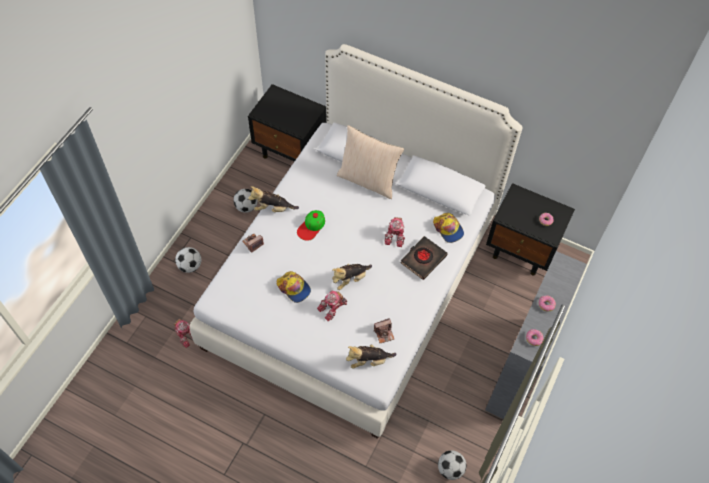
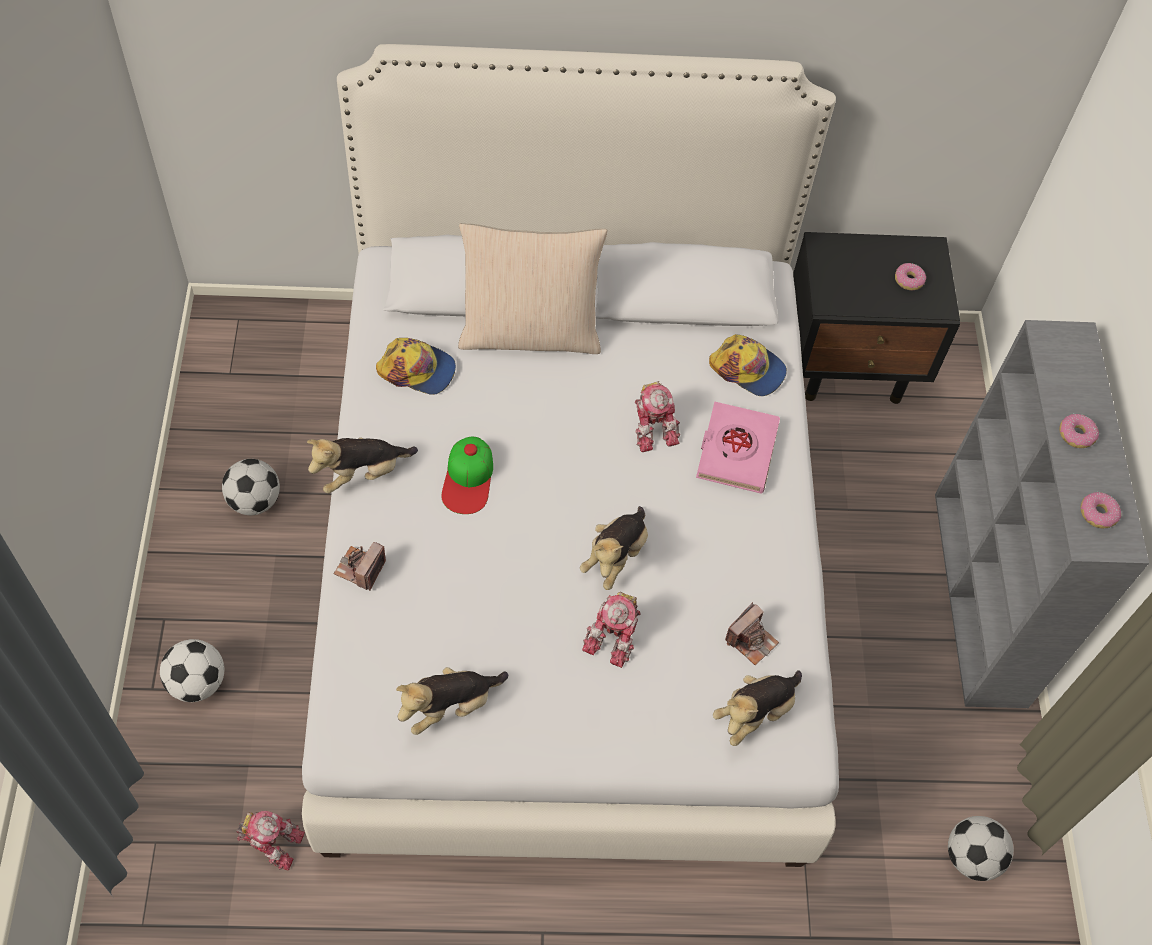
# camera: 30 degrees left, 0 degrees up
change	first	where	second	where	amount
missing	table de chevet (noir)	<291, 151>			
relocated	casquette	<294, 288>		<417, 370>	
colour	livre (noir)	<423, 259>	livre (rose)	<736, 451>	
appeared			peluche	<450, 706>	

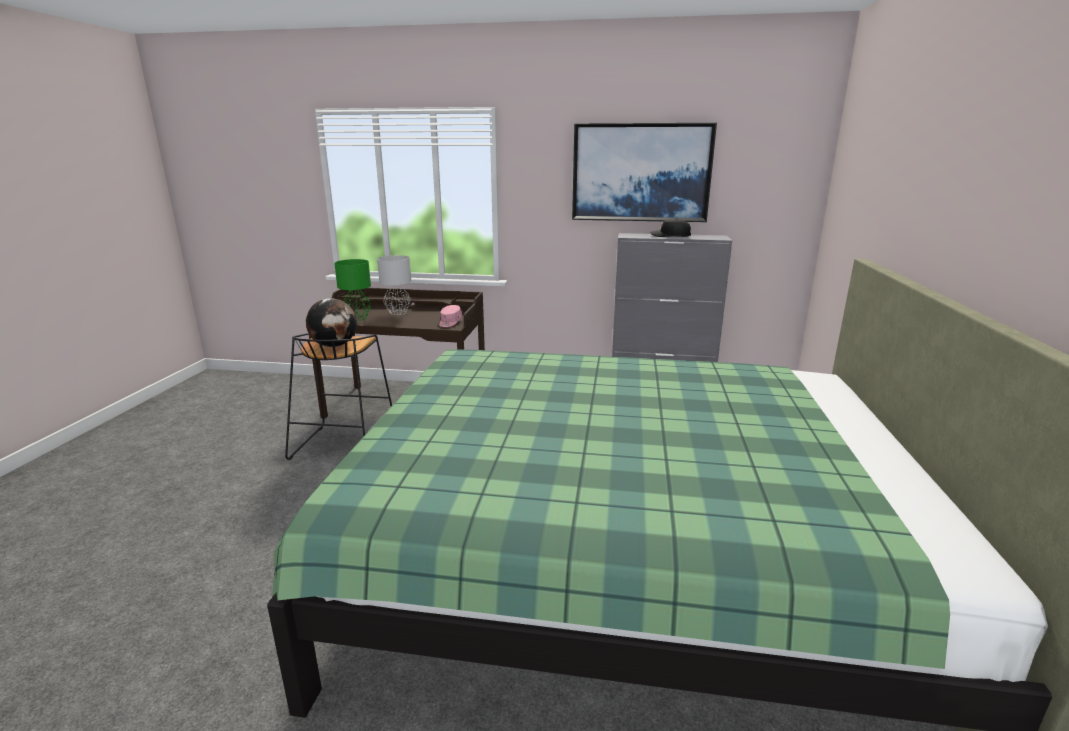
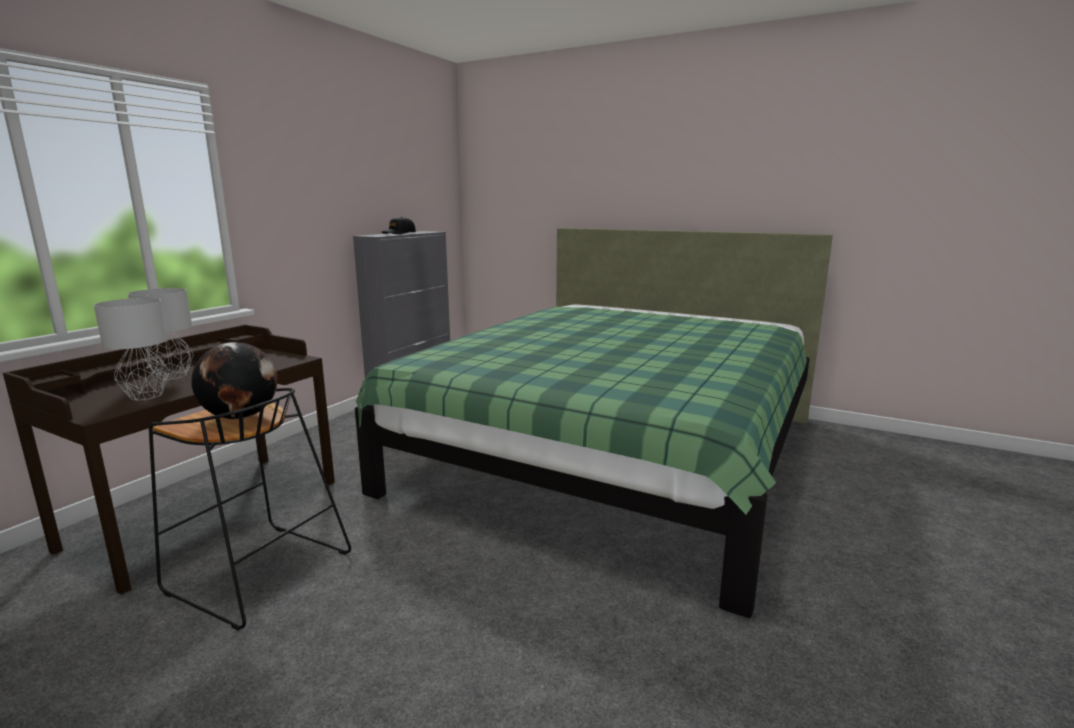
# camera: 70 degrees left, 5 degrees down
change	first	where	second	where	amount
colour	lampe de table (vert)	<358, 318>	lampe de table (gris)	<146, 395>	
missing	casquette (rose)	<450, 322>			
missing	tableau	<641, 173>			

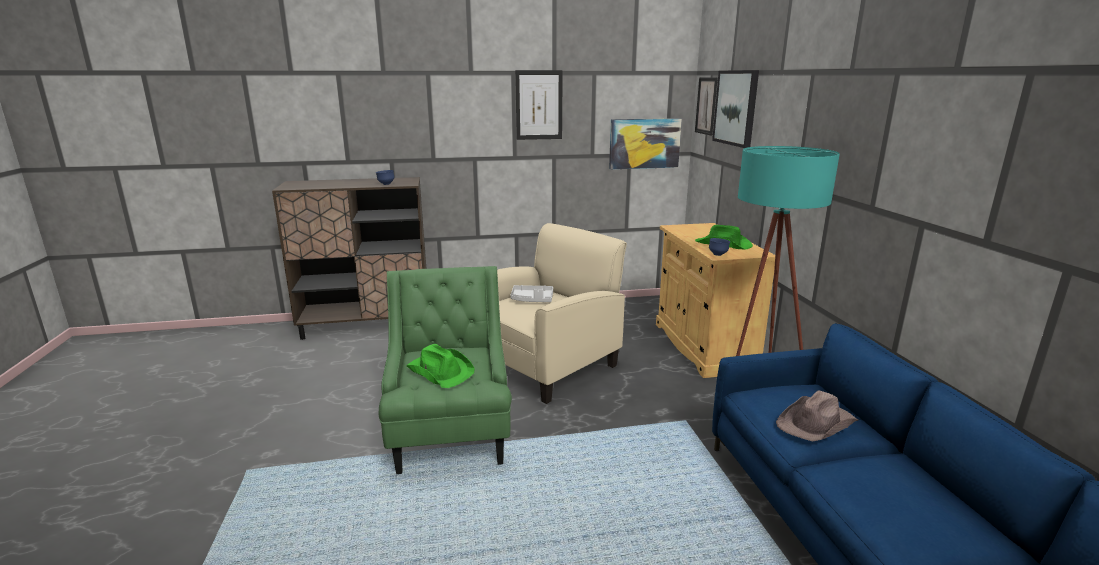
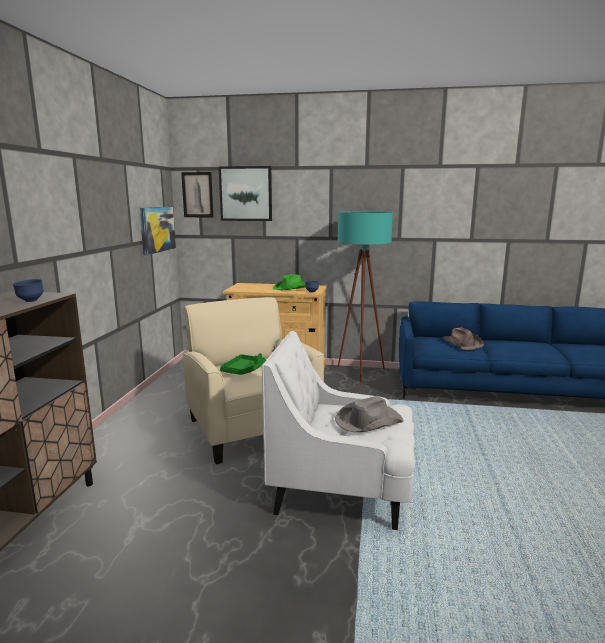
# camera: 70 degrees left, 5 degrees down
change	first	where	second	where	amount
colour	fauteuil (vert)	<451, 434>	fauteuil (blanc)	<342, 492>	
colour	chapeau (vert)	<440, 371>	chapeau (gris)	<368, 421>	
colour	plateau (gris)	<532, 300>	plateau (vert)	<244, 370>	
missing	tableau	<539, 105>			

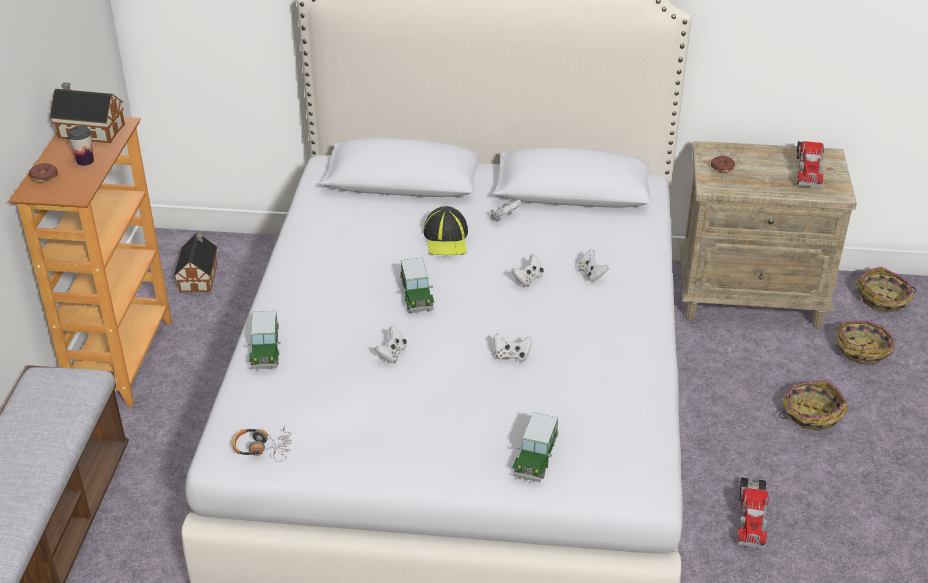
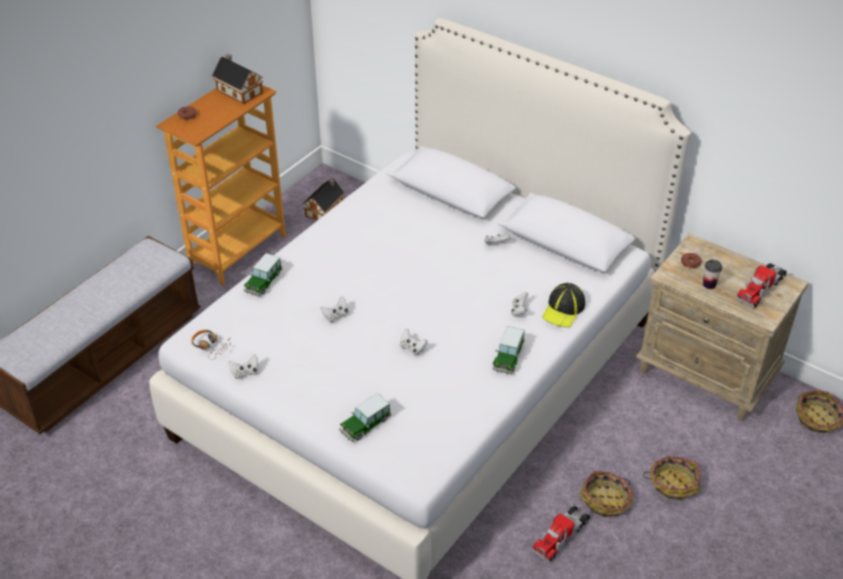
# camera: 30 degrees right, 5 degrees up
change	first	where	second	where	amount
relocated	tasse	<85, 161>		<709, 284>	
relocated	petite voiture	<416, 296>		<508, 357>	
relocated	casquette	<446, 239>		<563, 309>	
relocated	manette (blanc)	<528, 279>		<245, 372>	
relocated	panier	<863, 349>		<606, 500>	

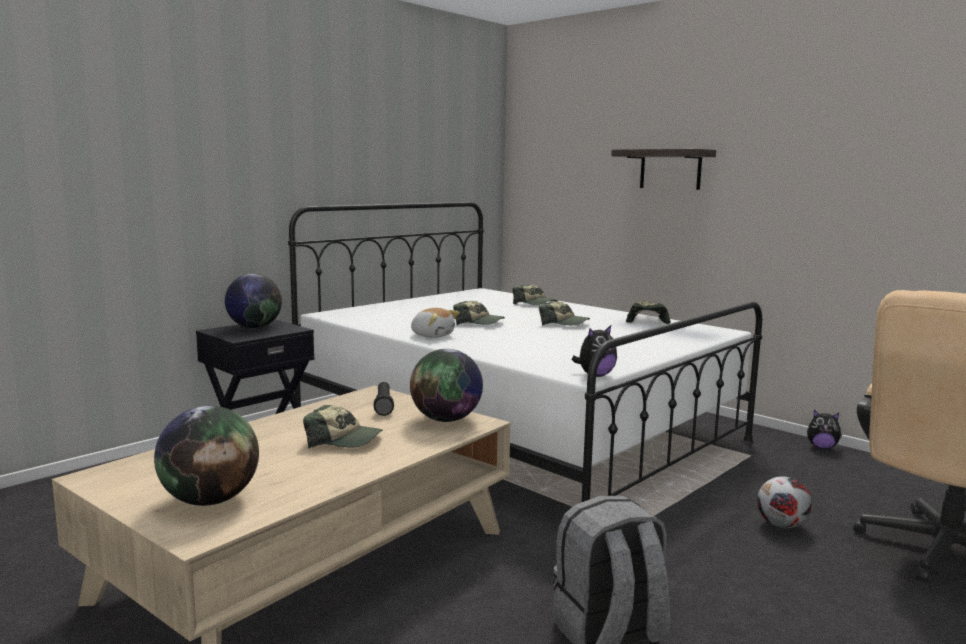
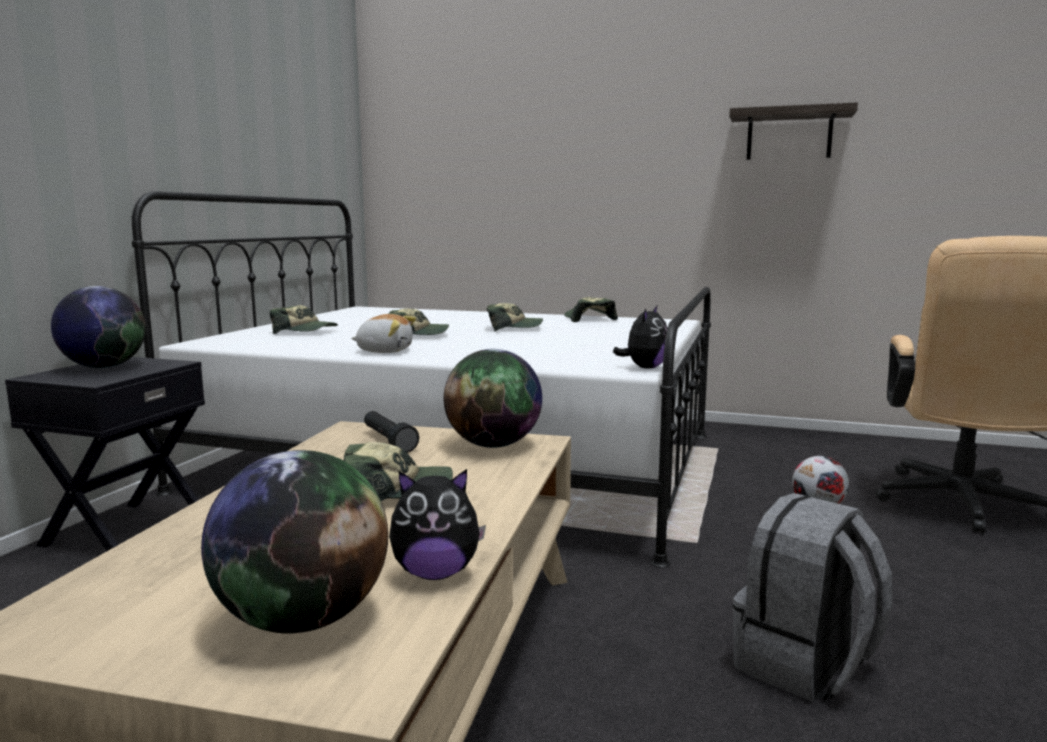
# camera: 25 degrees left, 0 degrees up
change	first	where	second	where	amount
relocated	casquette	<535, 304>		<305, 331>	
relocated	étagère	<670, 169>		<789, 135>	
relocated	peluche	<822, 447>		<436, 573>	

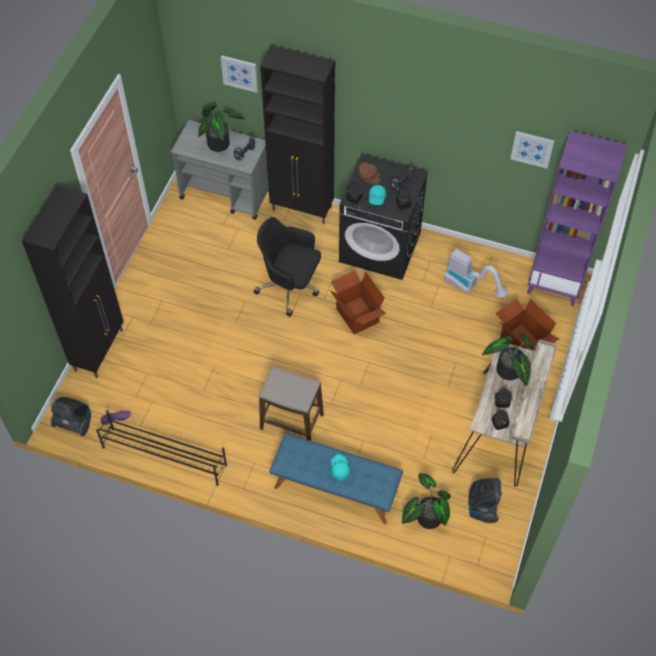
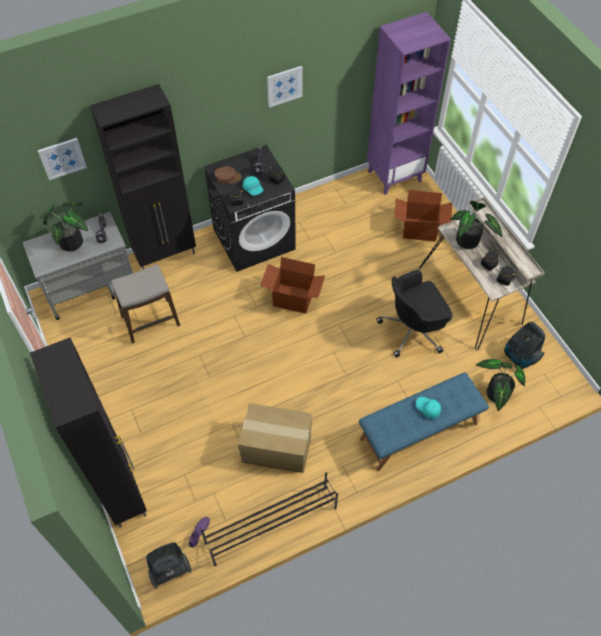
# camera: 45 degrees left, 0 degrees up
change	first	where	second	where	amount
relocated	chaise de bureau (noir)	<290, 286>		<413, 330>	
relocated	tabouret	<291, 422>		<150, 321>	
missing	aspirateur	<470, 287>			
relocated	tableau	<532, 149>		<284, 86>	
appeared			carton	<276, 448>	

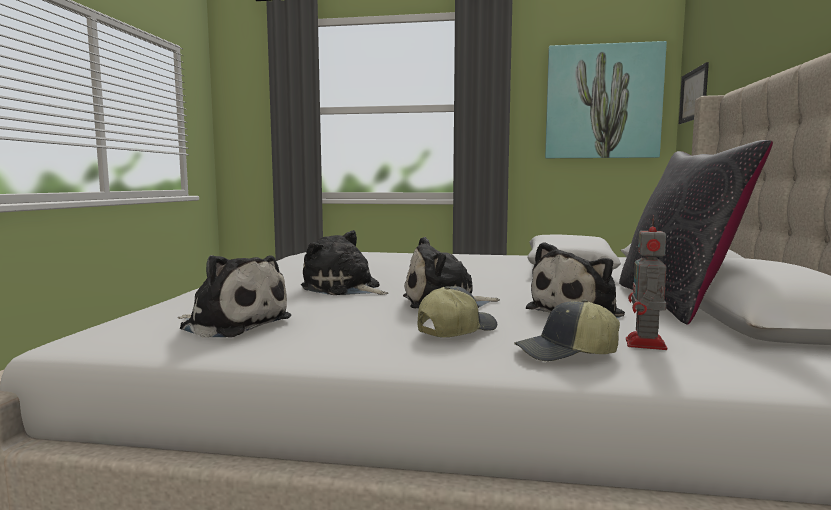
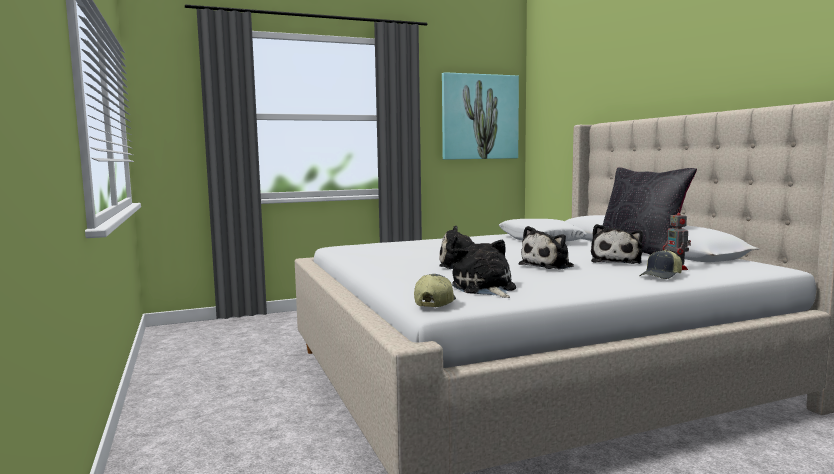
# camera: 30 degrees left, 0 degrees up
change	first	where	second	where	amount
spun	peluche	<233, 324>		<484, 288>	105 degrees counterclockwise
relocated	casquette	<456, 330>		<434, 302>	
missing	tableau	<693, 95>			

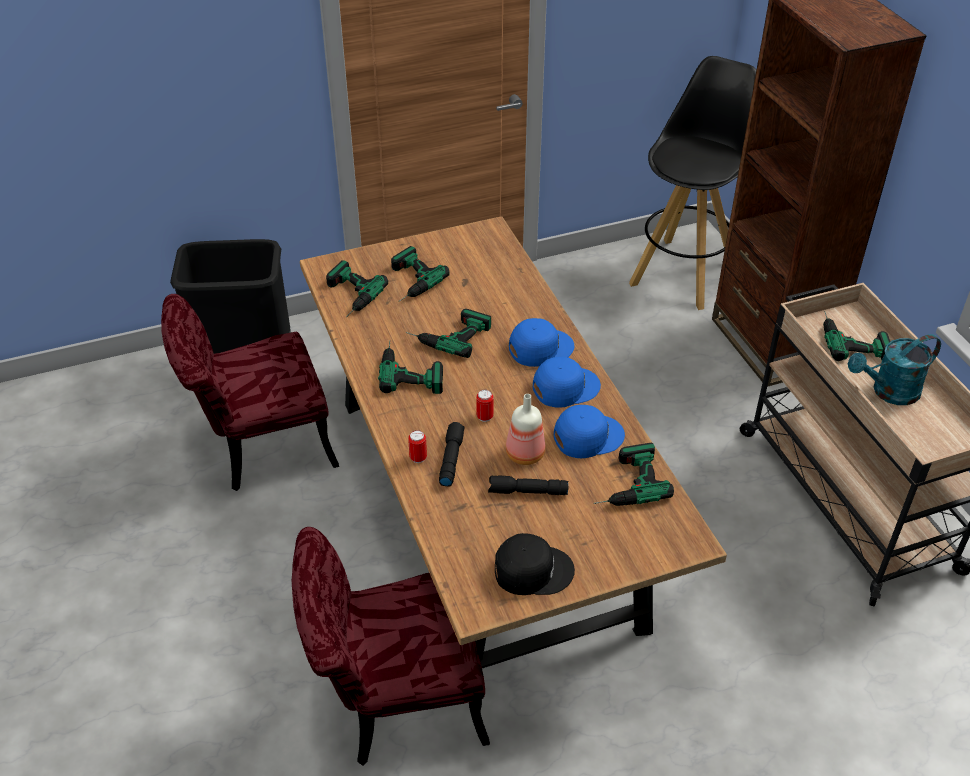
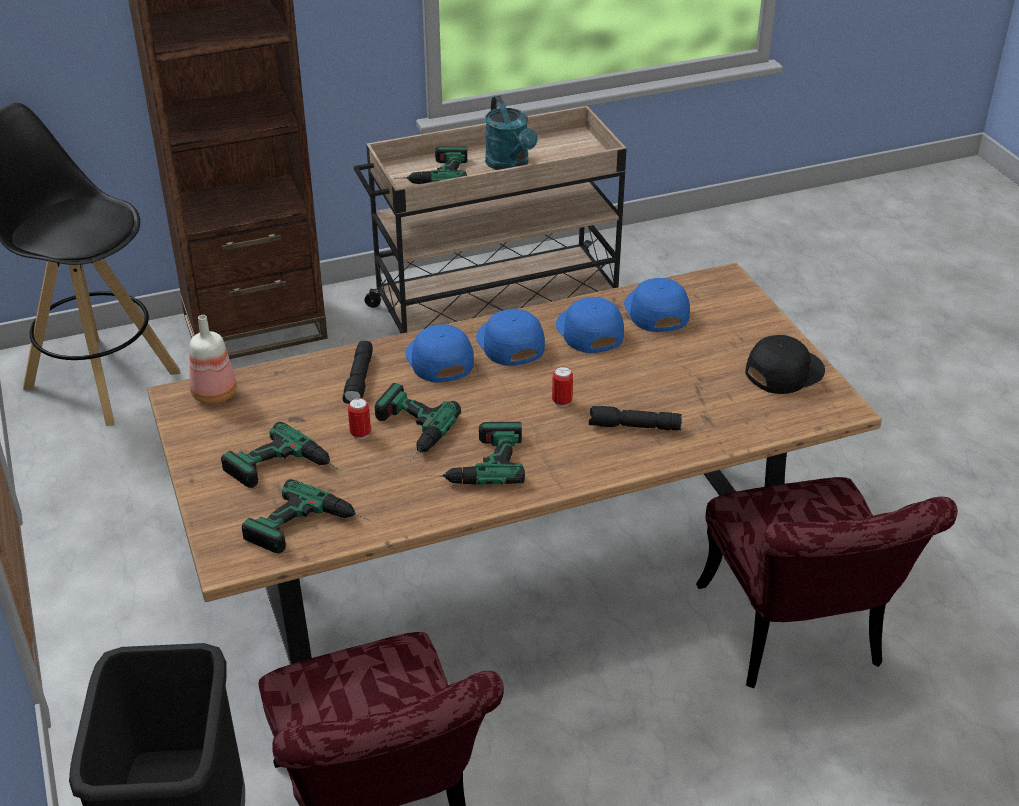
# camera: 90 degrees left, 5 degrees down
change	first	where	second	where	amount
relocated	boîte métallique	<418, 458>		<360, 434>	
relocated	lampe de poche (noir)	<527, 492>		<360, 380>	
spun	casquette (noir)	<532, 569>		<783, 371>	60 degrees clockwise
relocated	bouteille	<524, 454>		<214, 395>	
exchanged	perceuse	<624, 483>	casquette (bleu)	<655, 311>	

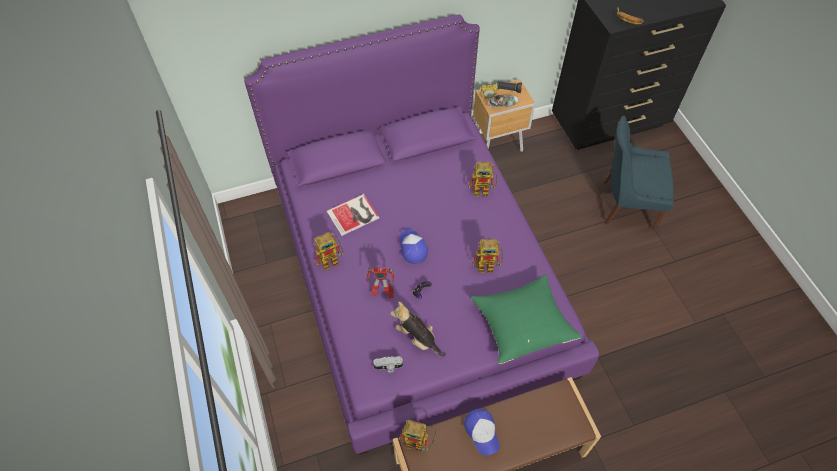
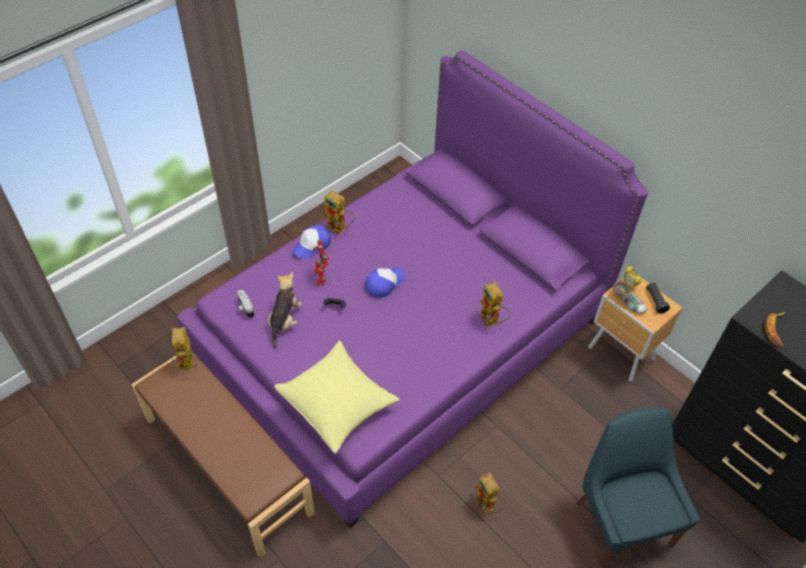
# camera: 65 degrees right, 5 degrees down
change	first	where	second	where	amount
missing	livre	<354, 215>			
relocated	casquette	<482, 432>		<312, 245>	
colour	coussin (vert)	<522, 324>	coussin (jaune)	<338, 404>	
relocated	robot jouet	<489, 266>		<488, 507>	

